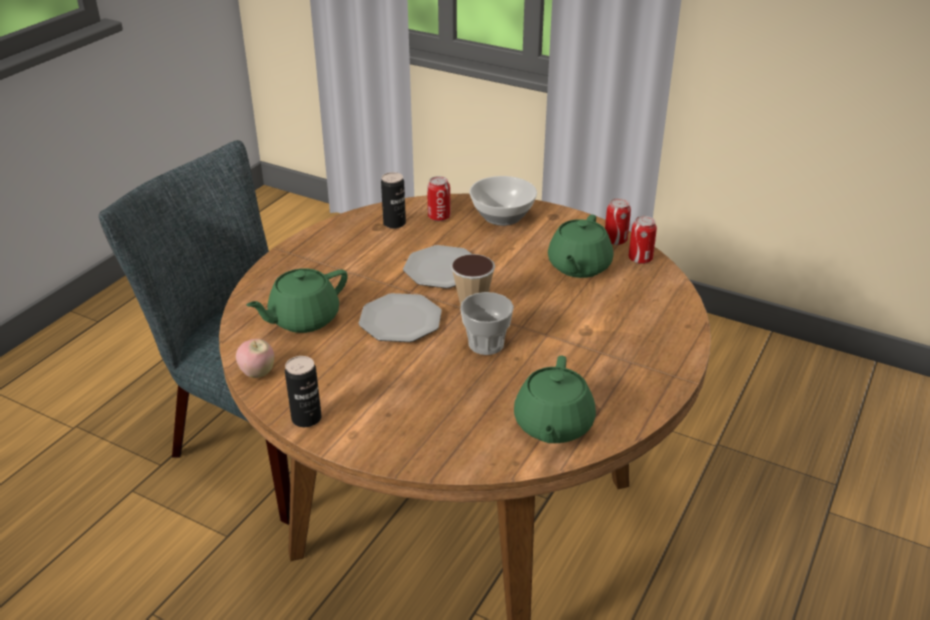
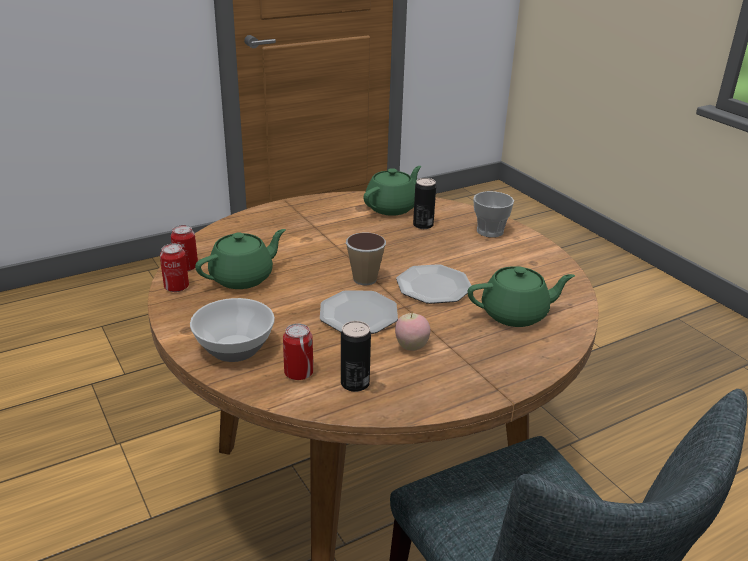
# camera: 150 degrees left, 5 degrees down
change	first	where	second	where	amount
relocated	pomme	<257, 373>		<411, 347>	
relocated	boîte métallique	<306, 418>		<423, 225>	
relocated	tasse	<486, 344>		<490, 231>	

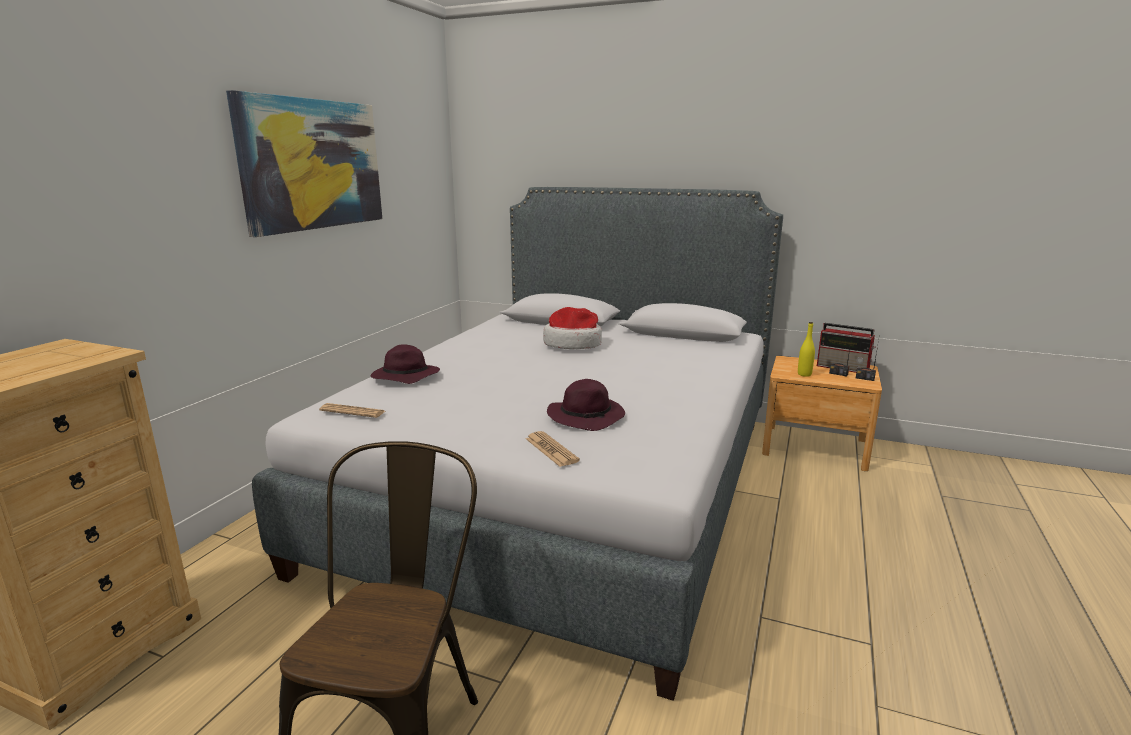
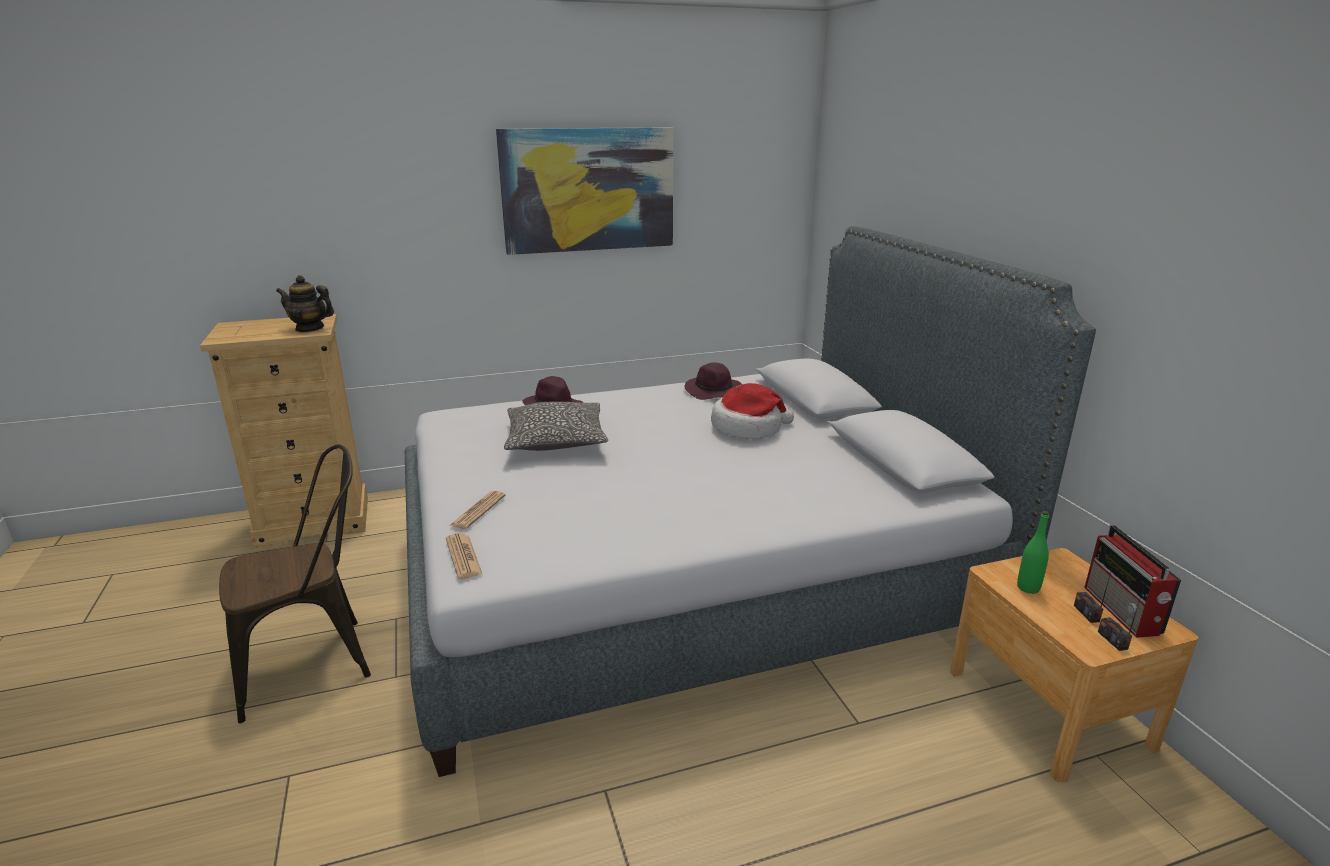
# camera: 50 degrees right, 5 degrees up
change	first	where	second	where	amount
relocated	journal	<352, 411>		<463, 556>	
relocated	chapeau (violet)	<587, 417>		<714, 392>	
colour	bouteille (jaune)	<804, 374>	bouteille (vert)	<1028, 588>	
appeared			théière	<309, 328>	
appeared			coussin	<556, 440>	

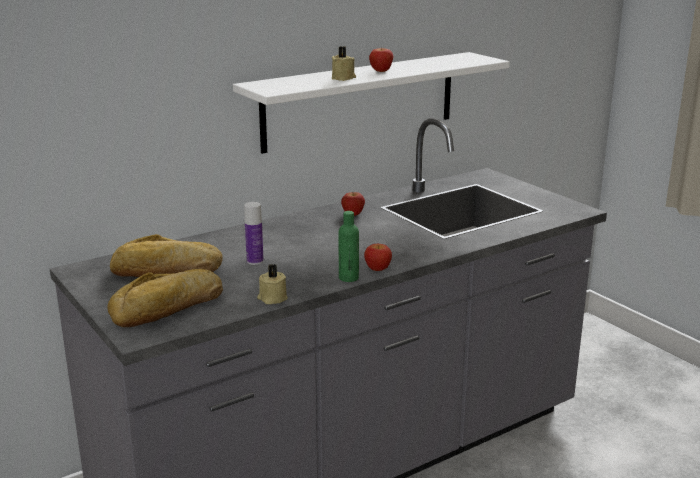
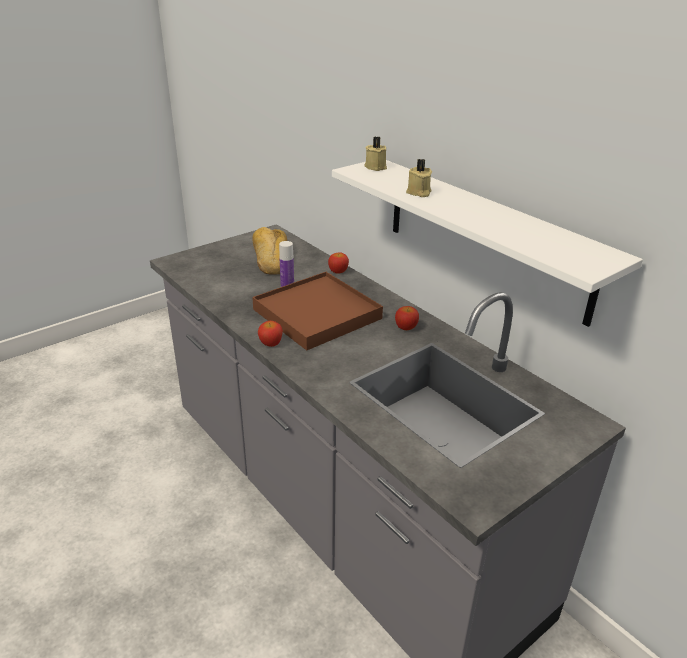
# camera: 85 degrees right, 10 degrees up
change	first	where	second	where	amount
missing	pain	<170, 308>			
relocated	bougie (beige)	<272, 298>		<376, 167>	
missing	bouteille (vert)	<348, 278>			
relocated	pomme	<381, 71>		<338, 271>	
appeared			plateau (marron)	<317, 314>	

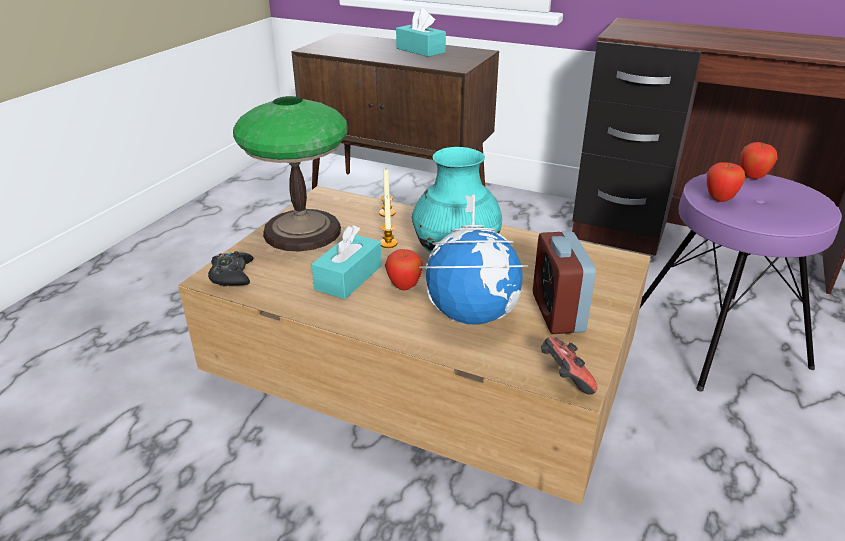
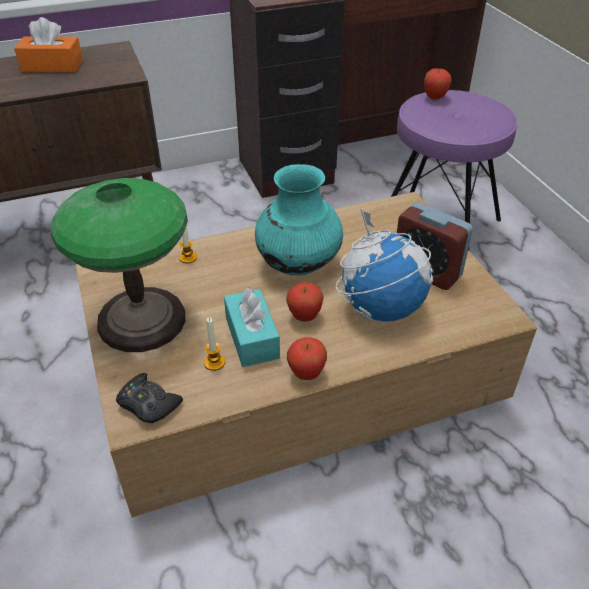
# camera: 45 degrees left, 10 degrees up
change	first	where	second	where	amount
relocated	bougie	<388, 243>		<214, 362>	
colour	boîte à mouchoirs (turquoise)	<420, 50>	boîte à mouchoirs (orange)	<52, 66>	
missing	manette	<564, 378>			
relocated	pomme	<719, 199>		<306, 374>	

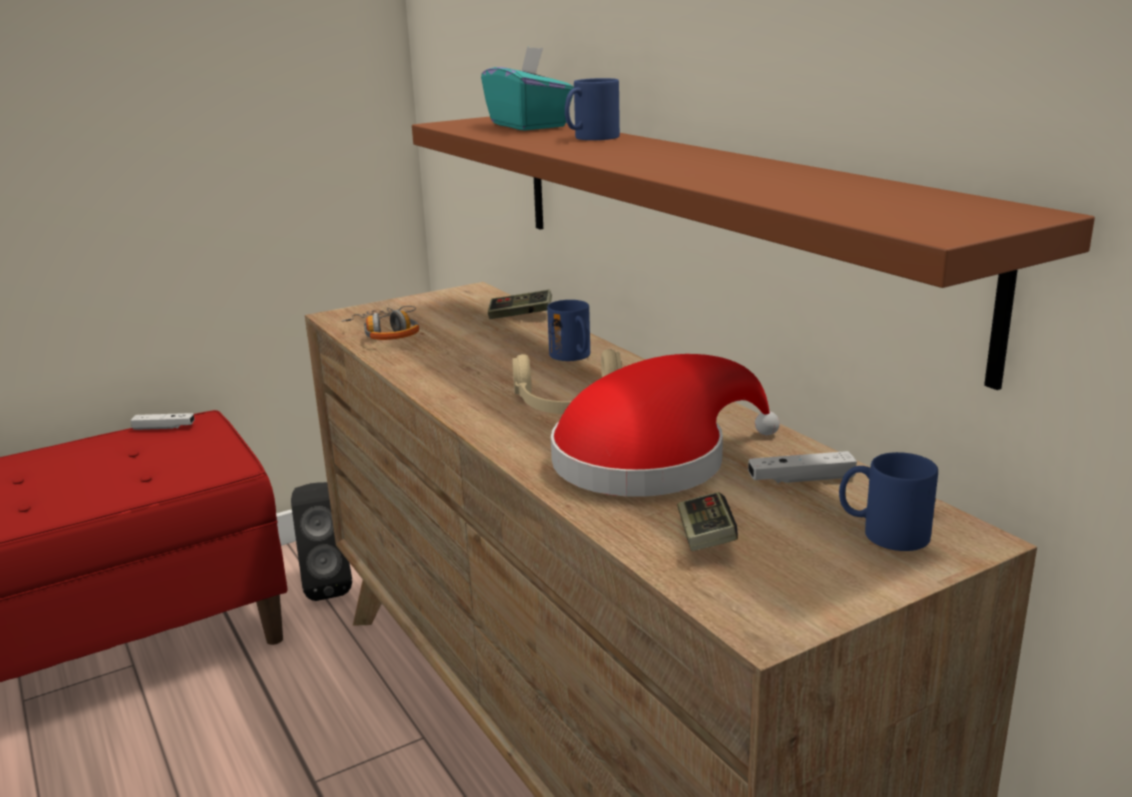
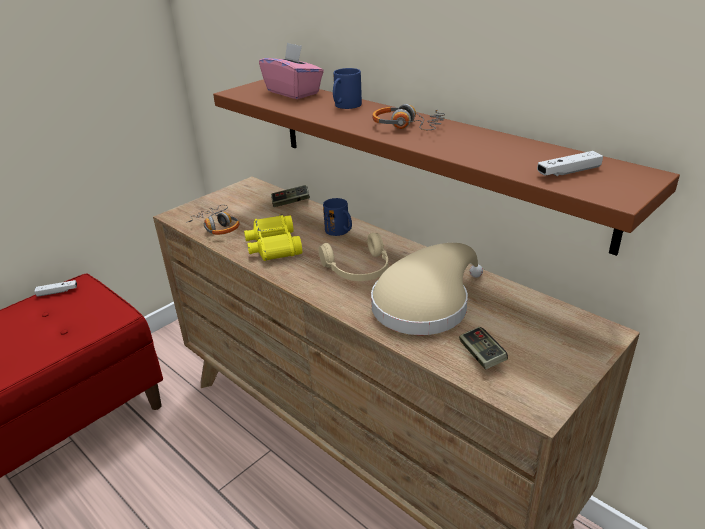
# camera: 15 degrees left, 10 degrees up
change	first	where	second	where	amount
missing	enceinte (noir)	<326, 586>			
colour	boîte à mouchoirs (turquoise)	<529, 125>	boîte à mouchoirs (rose)	<293, 92>	
colour	chapeau (rouge)	<651, 460>	chapeau (beige)	<425, 304>	
relocated	manette (blanc)	<801, 479>		<568, 172>	
missing	mug (bleu)	<882, 533>			
appeared			jumelles (jaune)	<273, 246>	
appeared			casque audio	<408, 126>	

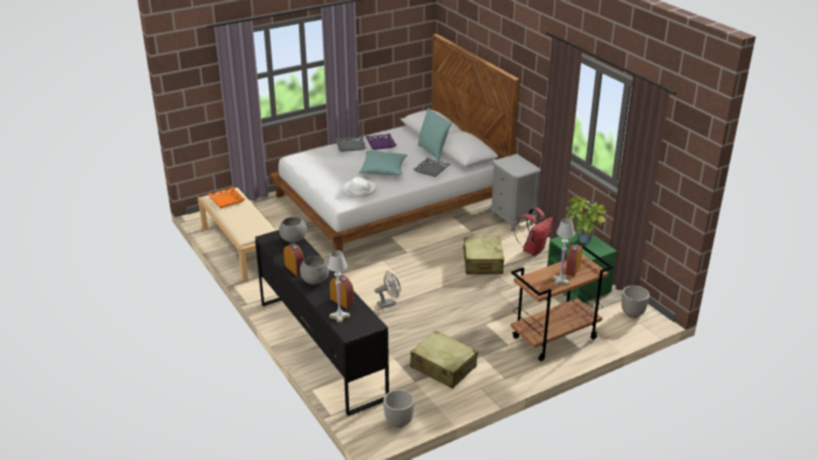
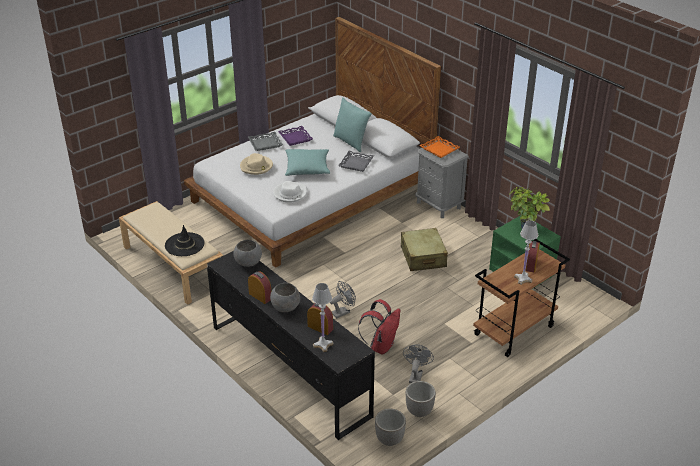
# camera: 10 degrees left, 5 degrees up
change	first	where	second	where	amount
relocated	plateau (orange)	<226, 200>		<439, 149>	
exchanged	valise (beige)	<443, 367>	ventilateur (gris)	<416, 375>	
relocated	sac à dos (rouge)	<533, 250>		<381, 346>	
relocated	cache-pot	<632, 313>		<419, 411>	
appeared			chapeau (noir)	<184, 244>	
appeared			chapeau (beige)	<256, 166>	

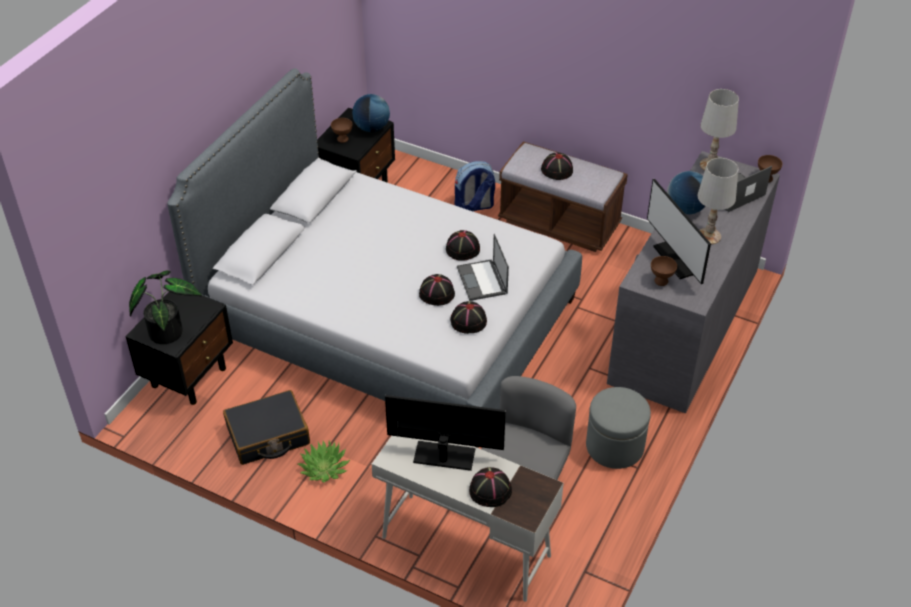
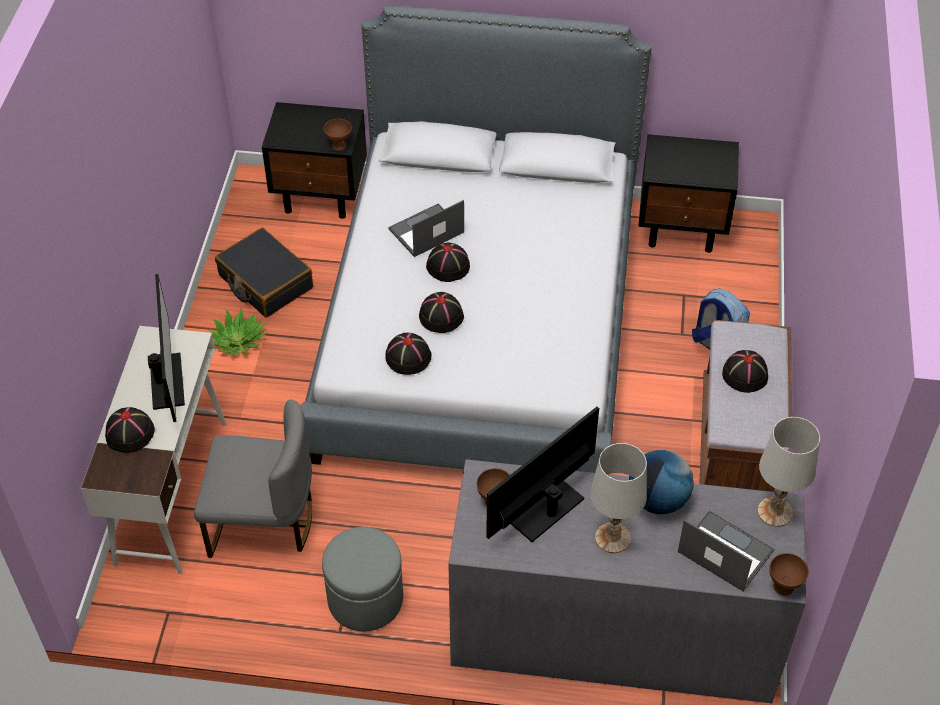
# camera: 70 degrees right, 5 degrees up
change	first	where	second	where	amount
missing	plante en pot	<168, 330>			
relocated	bol (marron)	<342, 139>		<338, 146>	
missing	globe	<372, 128>			
relocated	chapeau (noir)	<463, 249>		<448, 266>	
relocated	ordinateur portable	<482, 281>		<425, 231>	

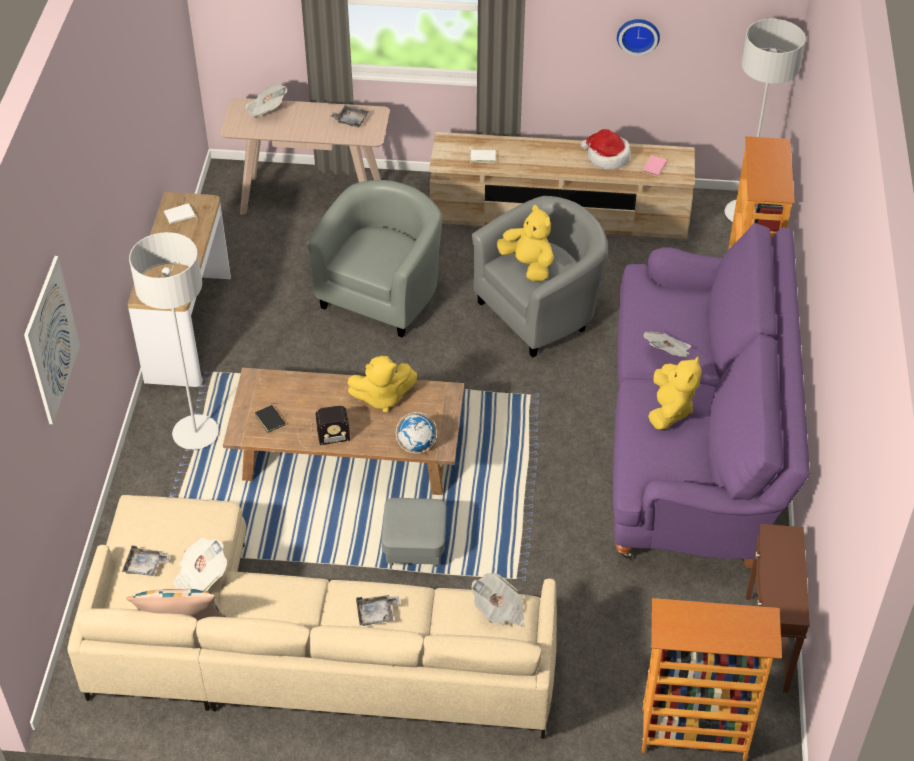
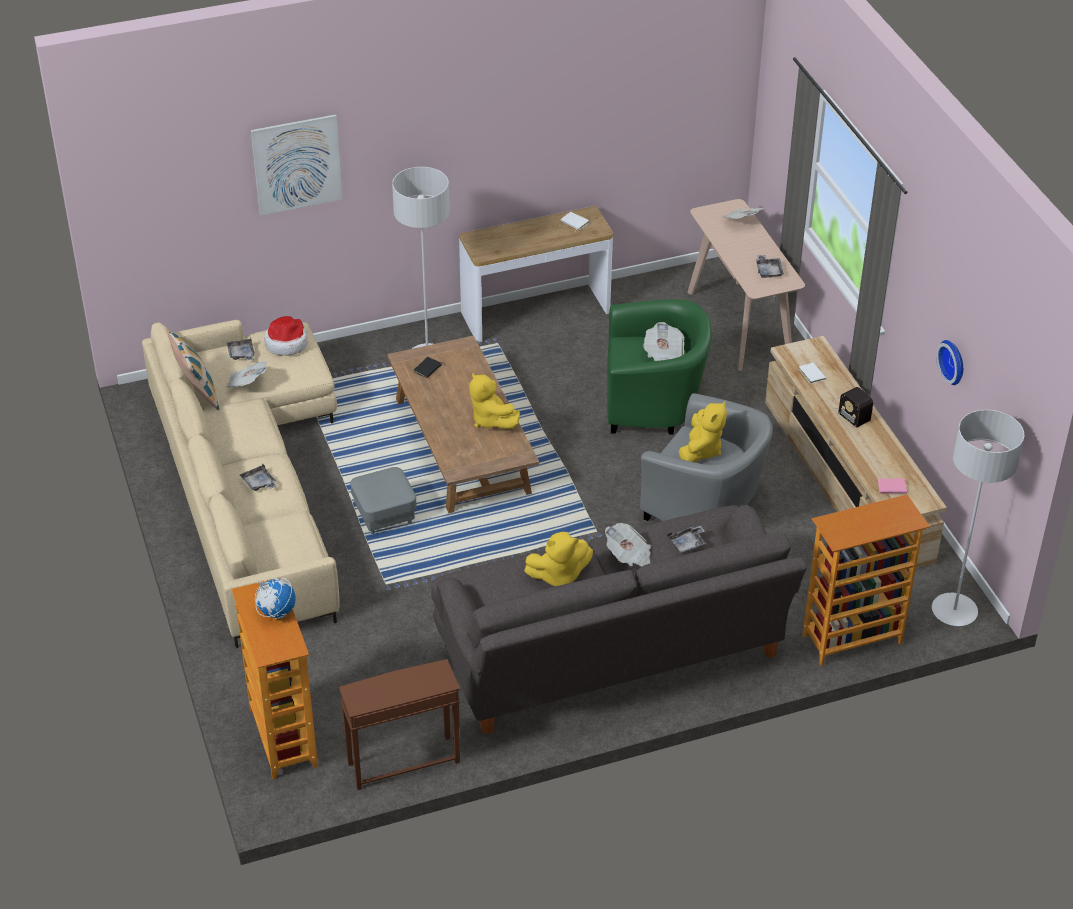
# camera: 65 degrees right, 5 degrees down
change	first	where	second	where	amount
relocated	radio	<321, 435>		<849, 410>	
colour	fauteuil (gris)	<383, 294>	fauteuil (vert)	<653, 405>	
relocated	globe	<416, 445>		<276, 612>	
relocated	journal	<499, 610>		<663, 355>	
relocated	chapeau	<606, 157>		<286, 343>	
colour	canapé (violet)	<694, 441>	canapé (gris)	<612, 655>	
appeared			plateau (gris)	<687, 544>	

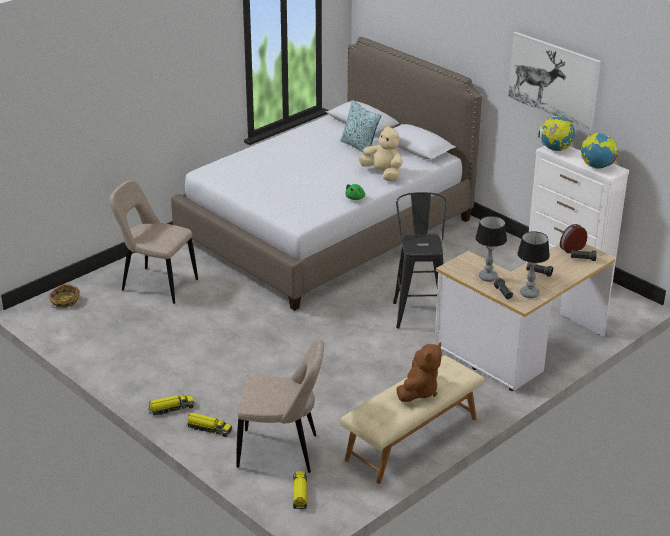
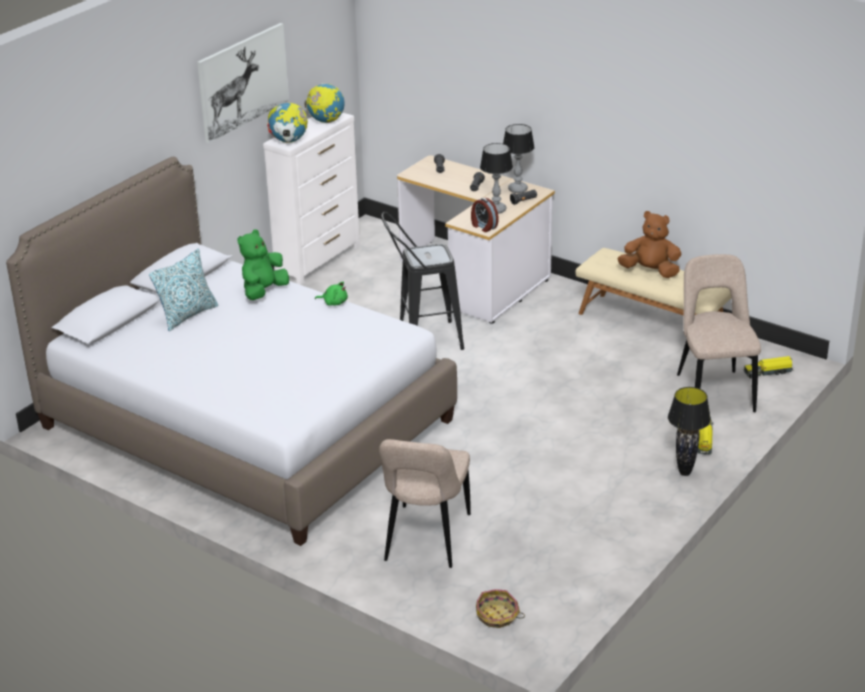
# camera: 100 degrees left, 0 degrees up
change	first	where	second	where	amount
exchanged	camion jouet	<171, 409>	lampe de table (noir)	<684, 473>	
colour	peluche (beige)	<383, 174>	peluche (vert)	<263, 292>	
relocated	réveil	<571, 248>		<483, 227>	

